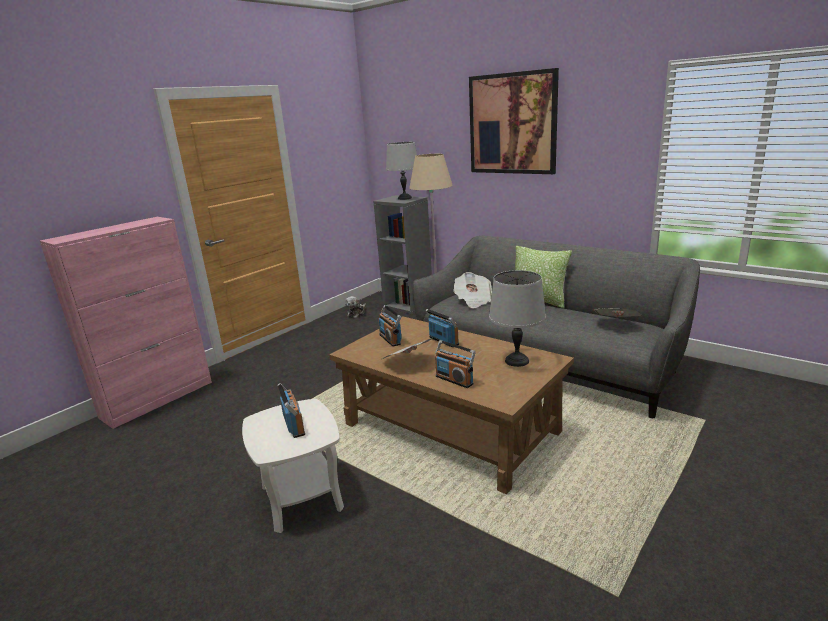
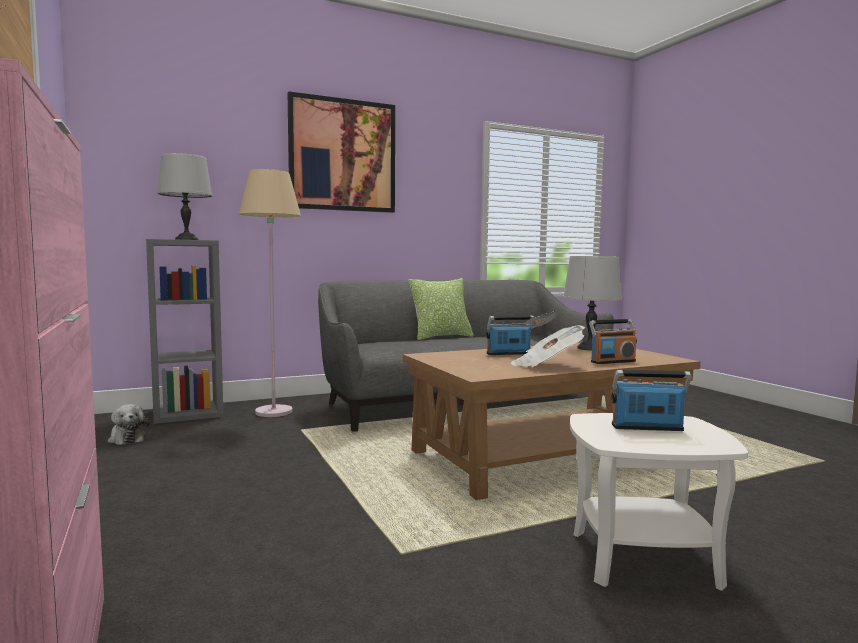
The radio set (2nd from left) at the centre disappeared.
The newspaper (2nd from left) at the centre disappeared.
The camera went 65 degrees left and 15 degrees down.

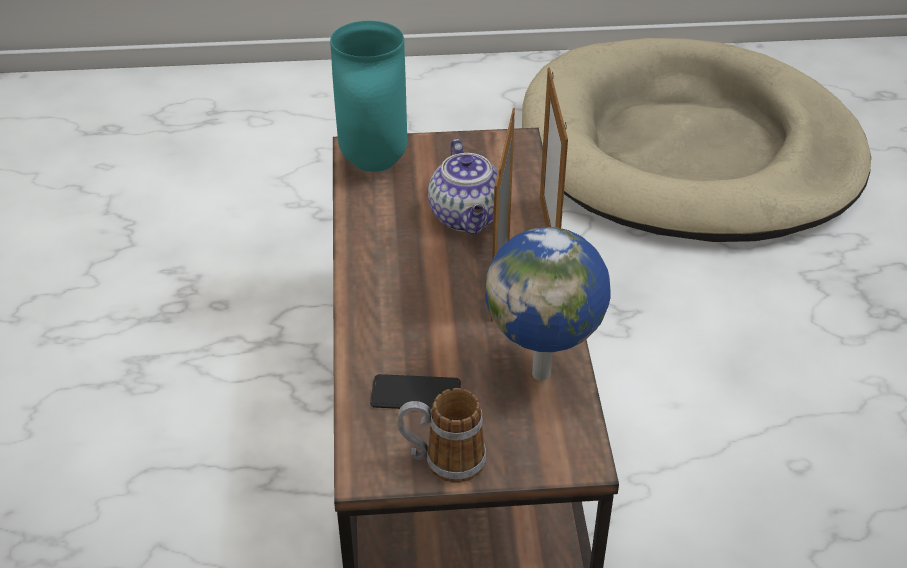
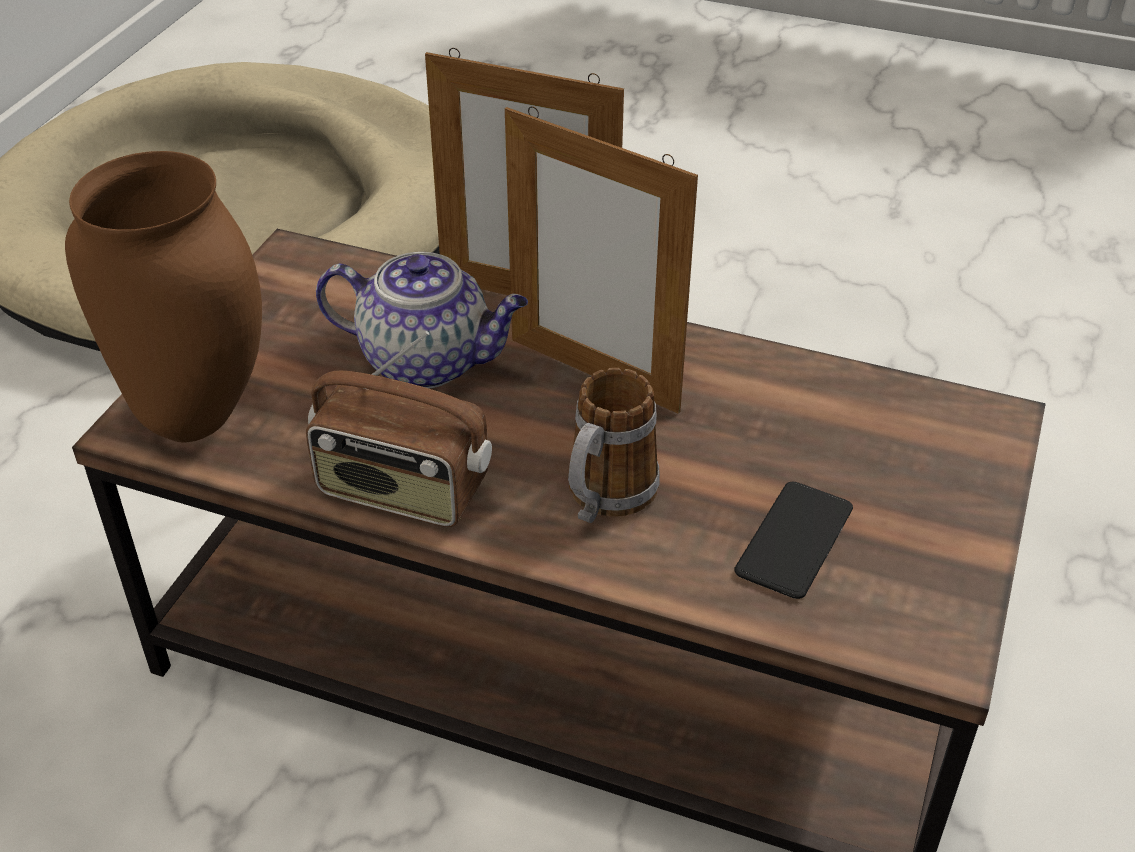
The globe at the centre disappeared.
The radio set at the centre appeared.
The coffee mug moved from the bottom centre to the centre.
The turquoise decorative vase at the top centre became the brownish decorative vase at the middle left.
The camera went 65 degrees left and 0 degrees up.

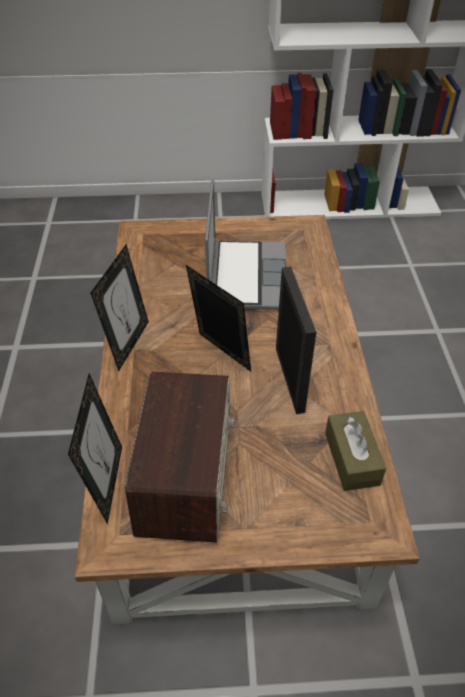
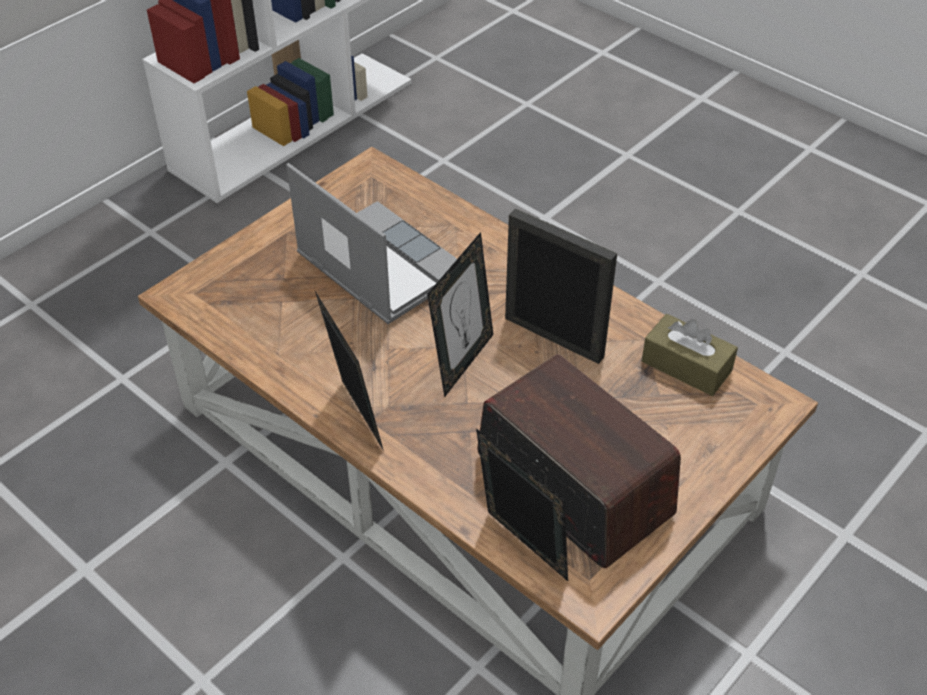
The picture frame (3rd from left in the first image) at the centre turned 120 degrees clockwise.
The camera went 45 degrees left and 0 degrees up.

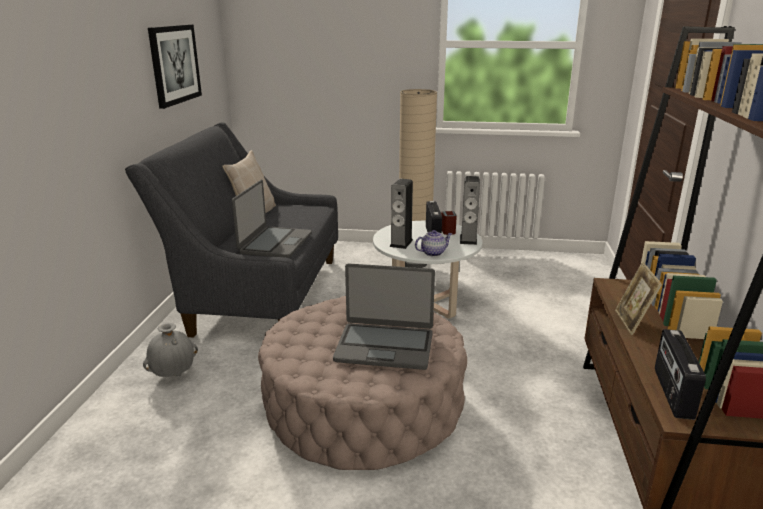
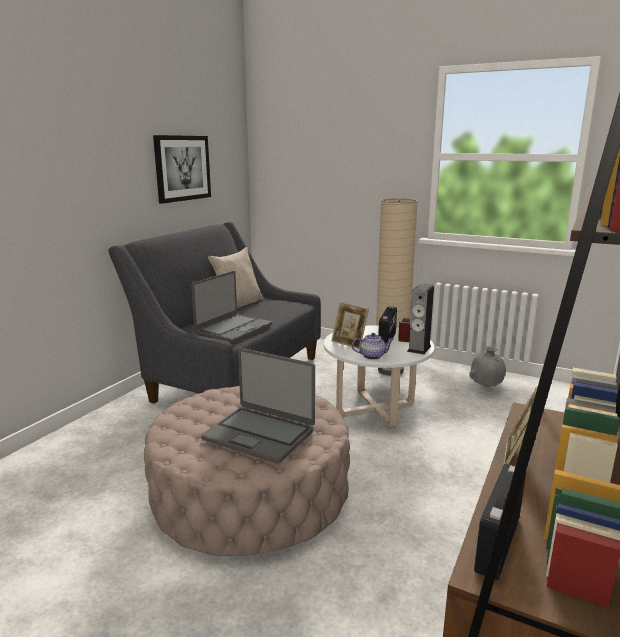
The grey decorative vase moved from the bottom left to the middle right.
The audio speaker (1st from left) at the centre was replaced by the picture frame (1st from left) at the centre.
The camera went 20 degrees right and 5 degrees down.

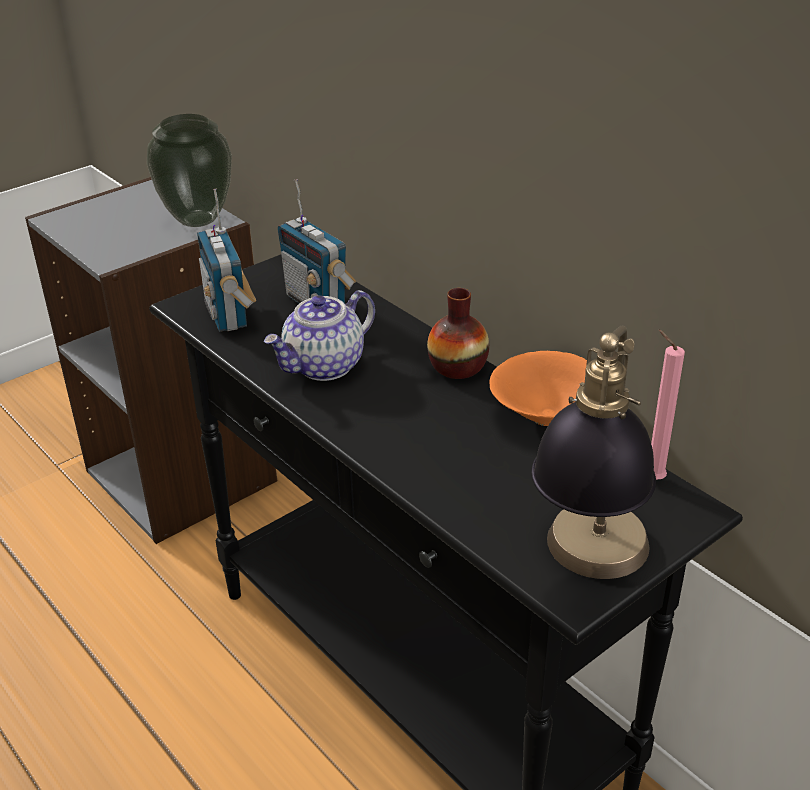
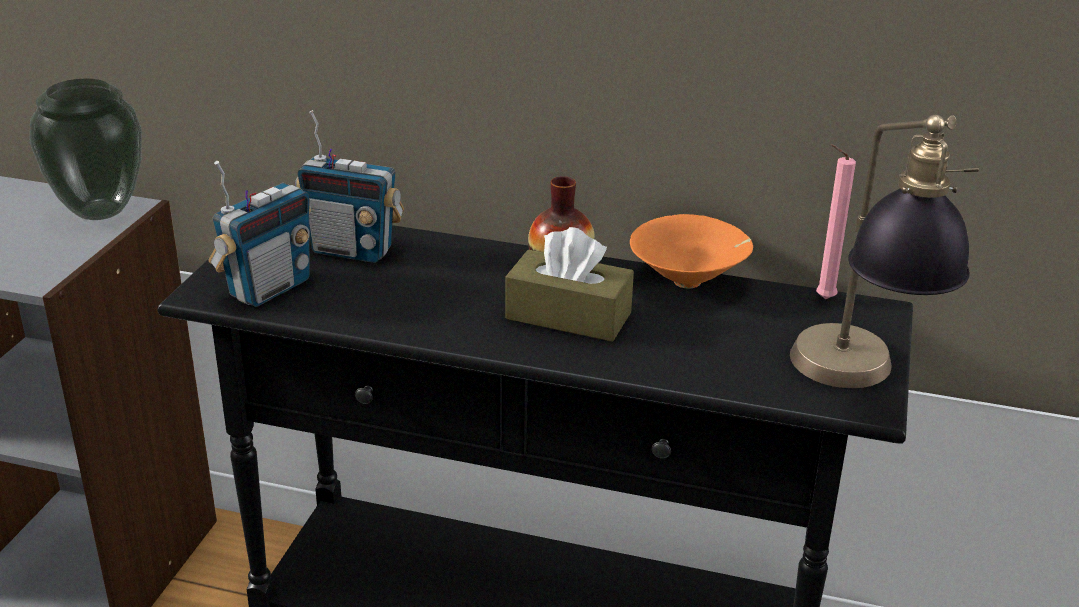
The teapot at the centre disappeared.
The brownish tissue holder at the centre appeared.
The radio set (1st from left) at the top left turned 90 degrees counterclockwise.
The camera went 35 degrees left and 5 degrees down.

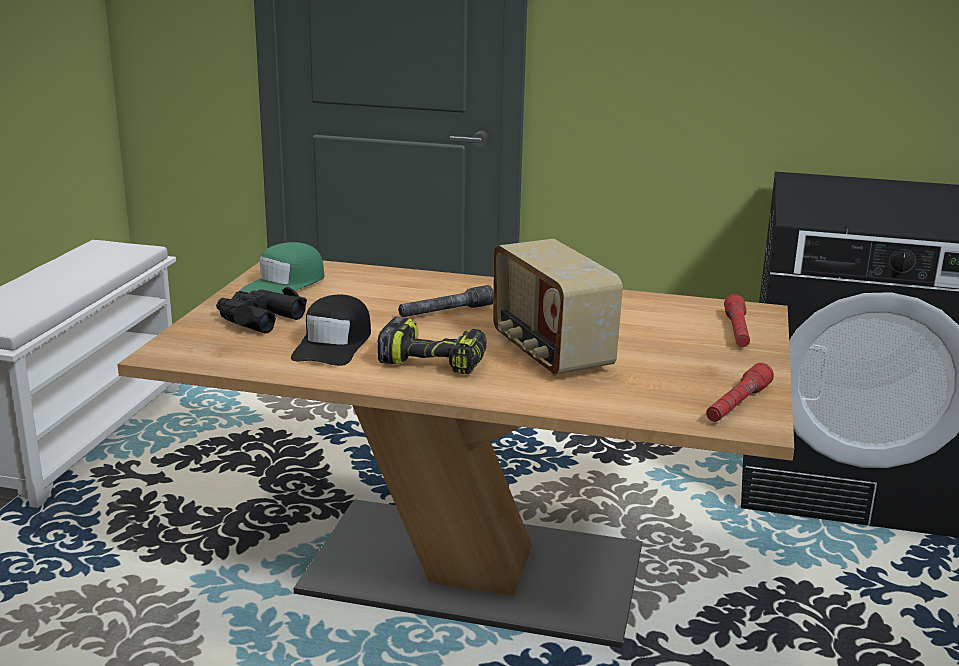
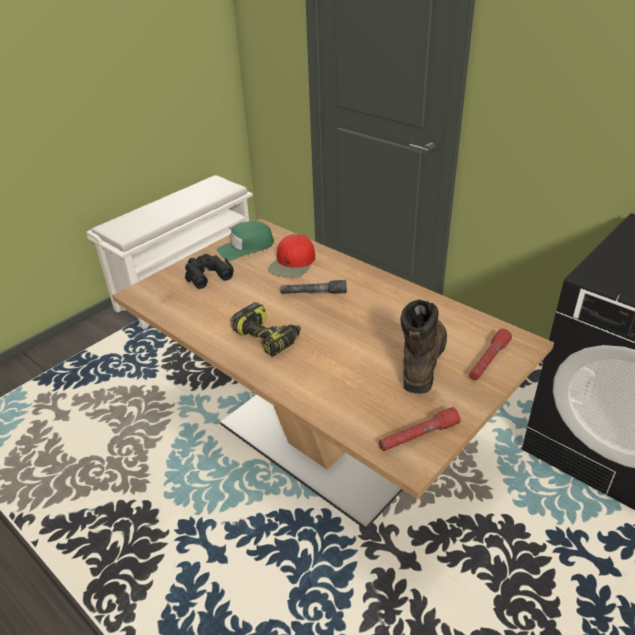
The black-coloured baseball cap at the centre disappeared.
The radio set at the centre disappeared.
The red baseball cap at the centre appeared.
The brownish boot at the centre appeared.
The camera went 30 degrees right and 15 degrees up.

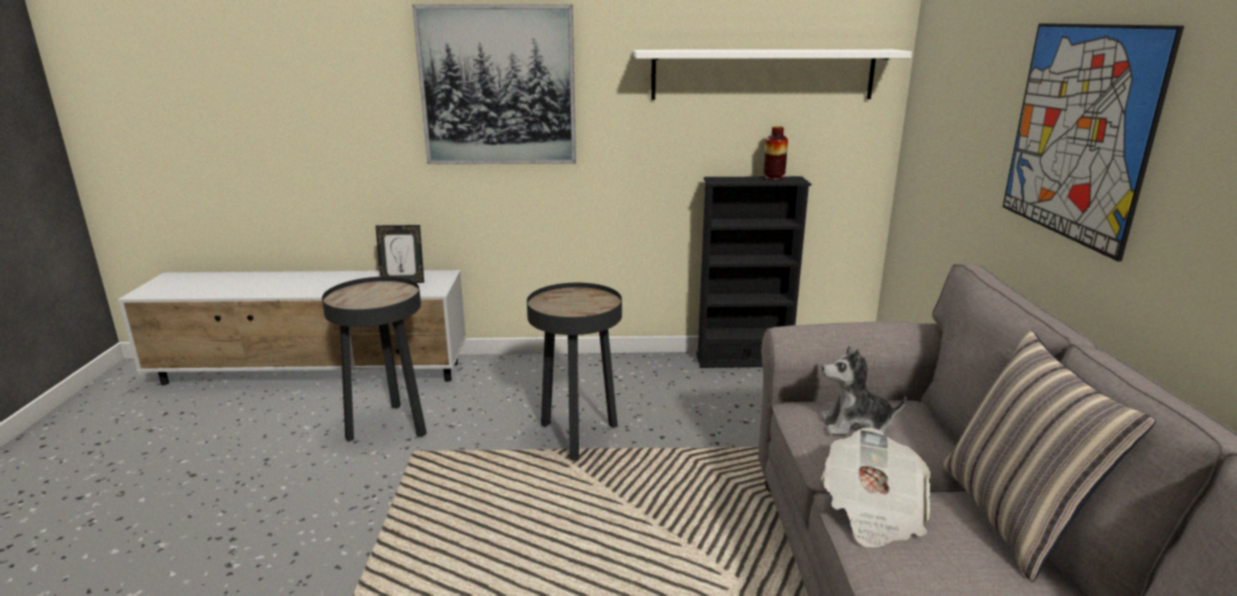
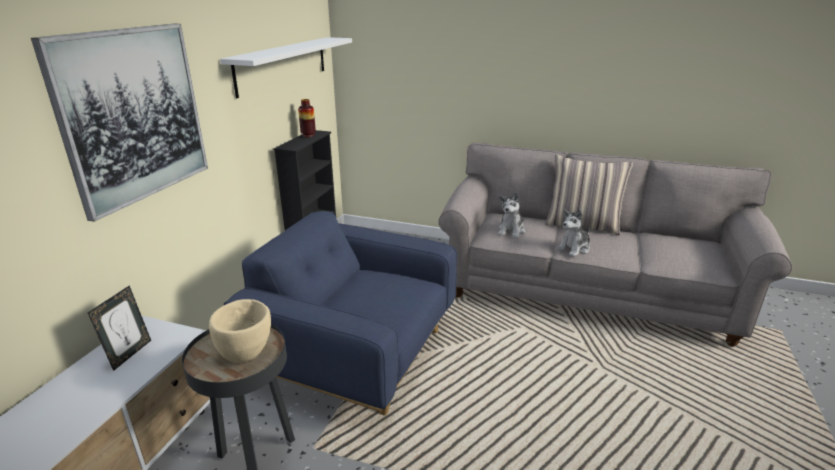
The wall art (2nd from left) at the top right disappeared.
The beige serving bowl at the bottom left appeared.
The black-coloured end table (2nd from left) at the centre was replaced by the bluish easy chair at the centre.
The newspaper at the bottom right was replaced by the plush toy (2nd from left) at the middle right.
The camera went 70 degrees left and 5 degrees up.

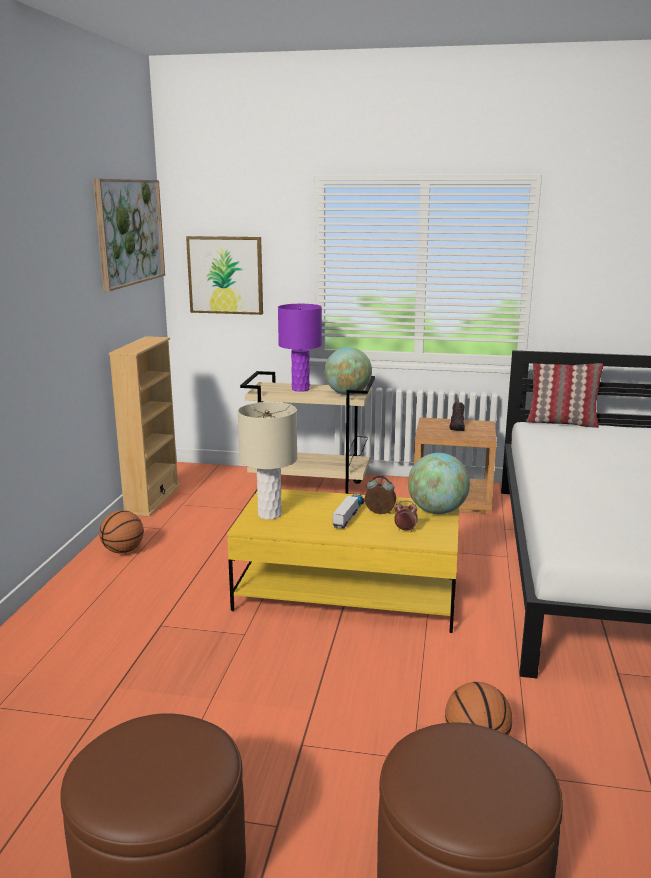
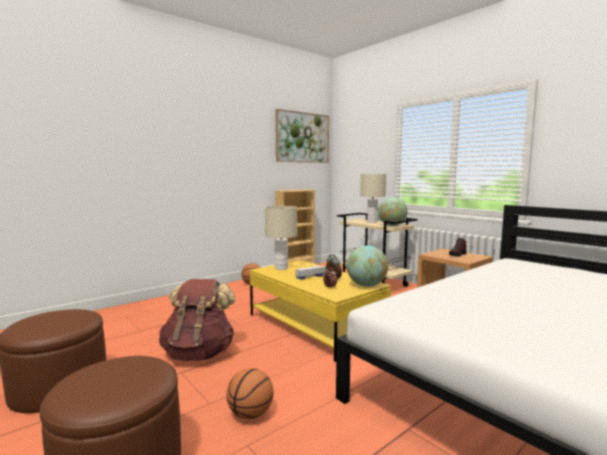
The wall art (2nd from left) at the top centre disappeared.
The pillow at the middle right disappeared.
The brownish knapsack at the bottom left appeared.
The purple table lamp at the centre became the beige table lamp (2nd from left) at the centre.
The camera went 40 degrees right and 10 degrees down.

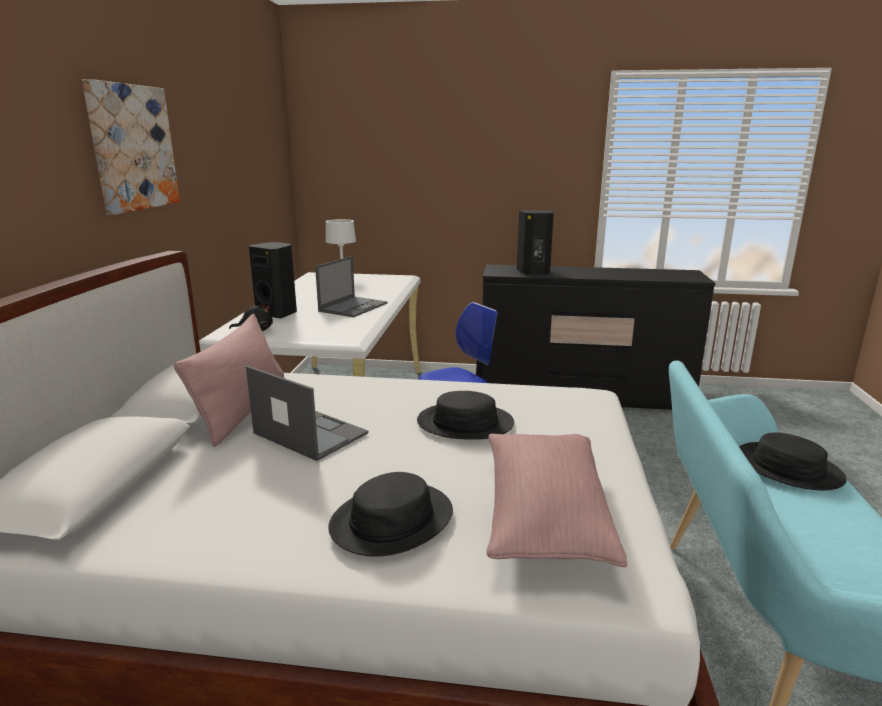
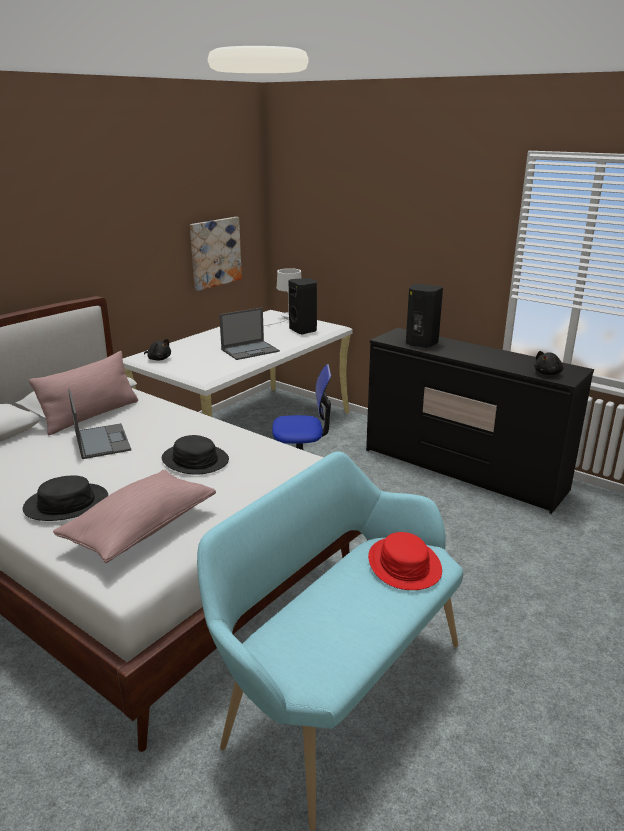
The black-coloured plush toy (2nd from left) at the middle right appeared.
The wall art moved from the top left to the top centre.
The black-coloured audio speaker (1st from left) moved from the middle left to the centre.
The black-coloured wearable hat (3rd from left) at the middle right became the red wearable hat at the bottom centre.
The camera went 30 degrees right and 5 degrees up.

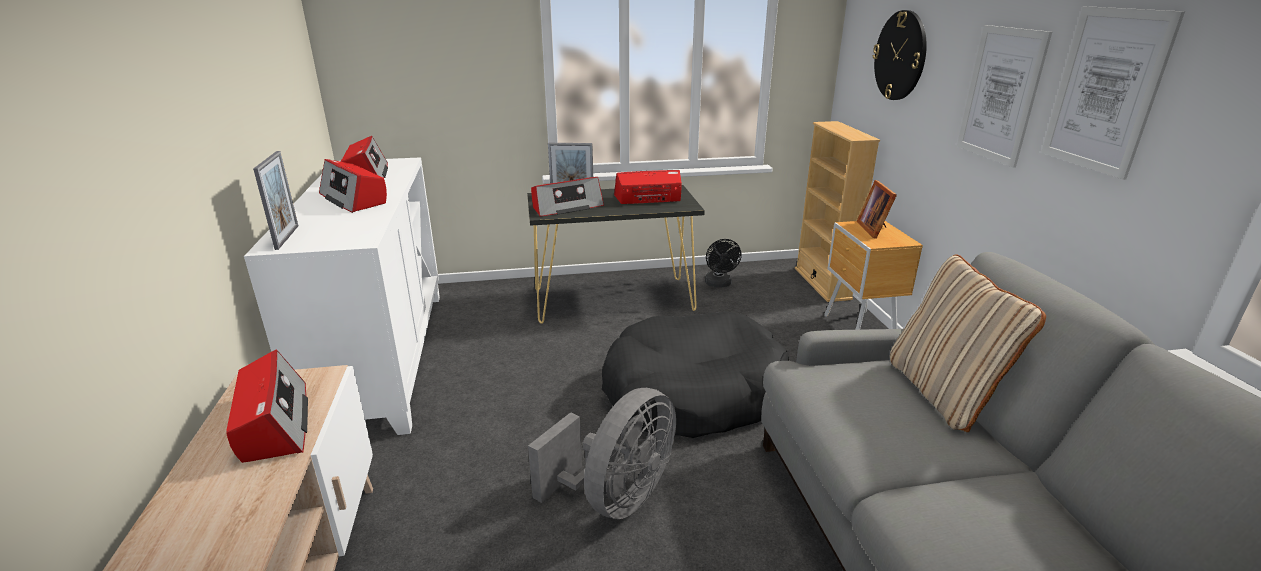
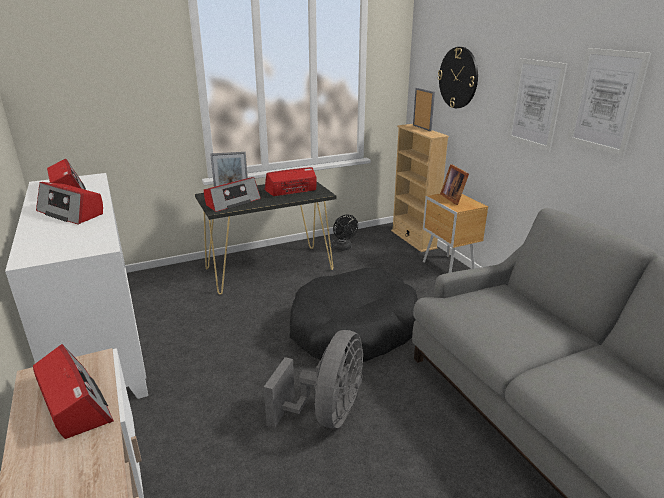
The beige pillow at the middle right disappeared.
The picture frame (1st from left in the first image) moved from the middle left to the top centre.
The camera went 15 degrees left and 0 degrees up.

